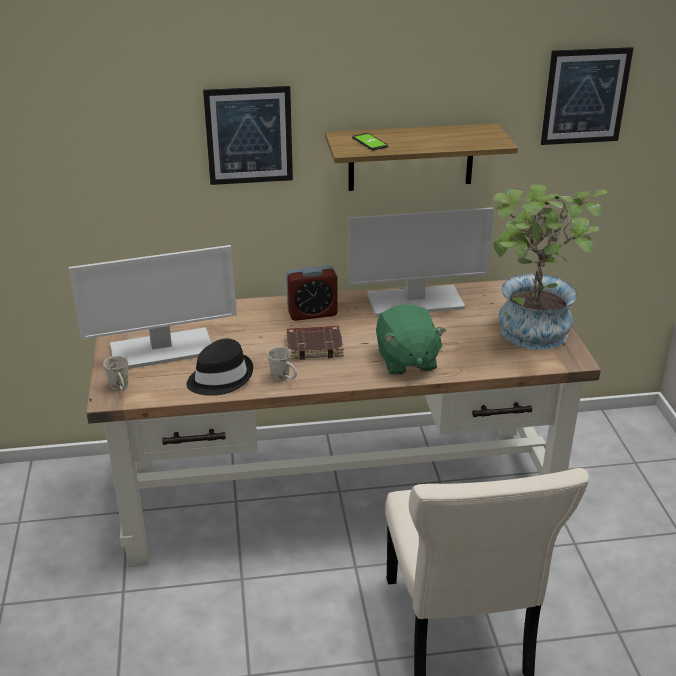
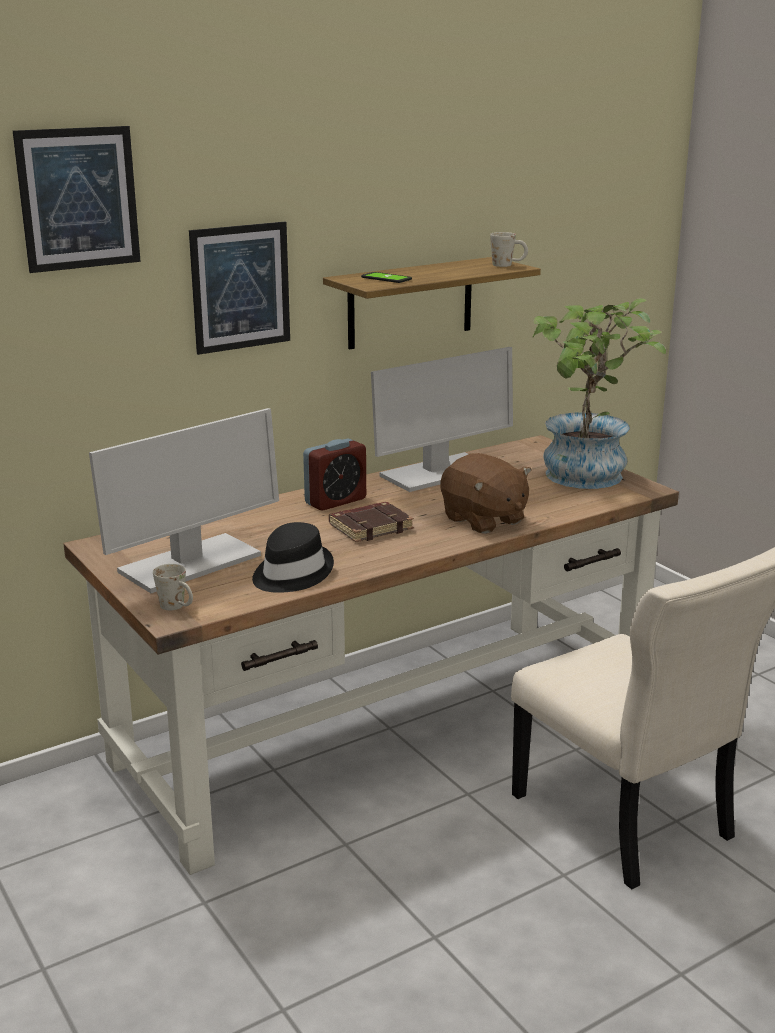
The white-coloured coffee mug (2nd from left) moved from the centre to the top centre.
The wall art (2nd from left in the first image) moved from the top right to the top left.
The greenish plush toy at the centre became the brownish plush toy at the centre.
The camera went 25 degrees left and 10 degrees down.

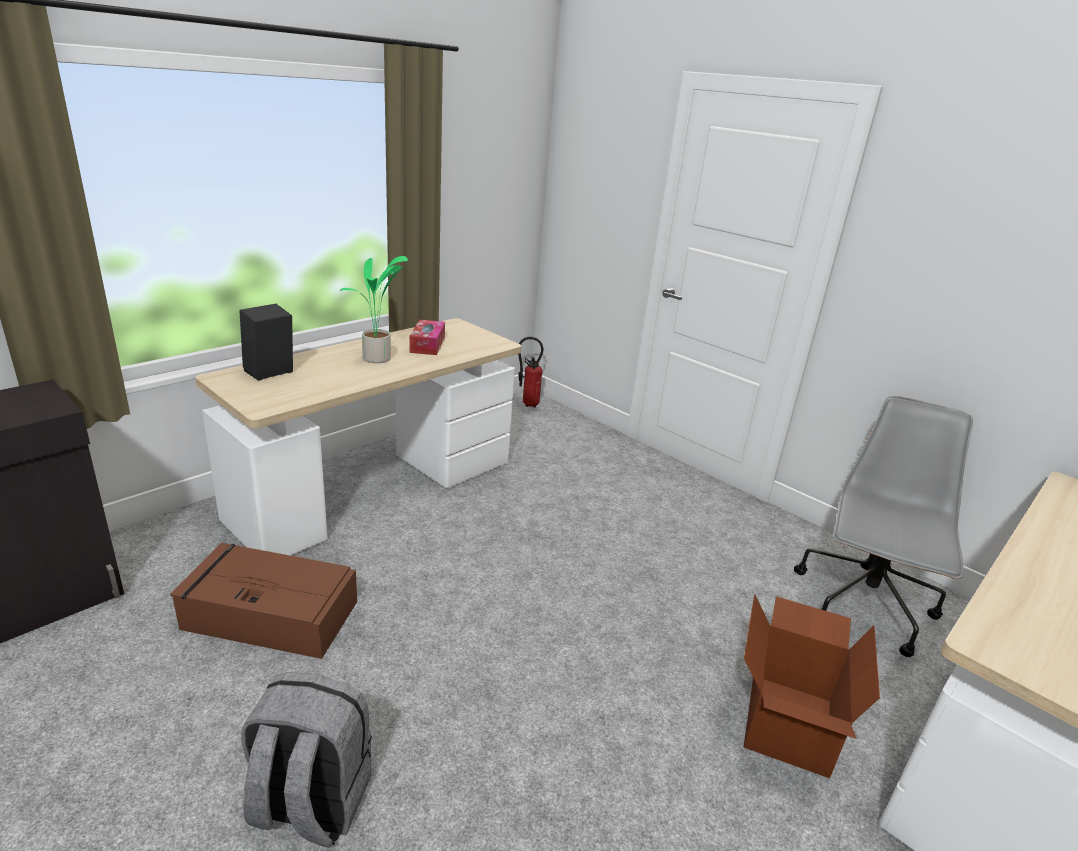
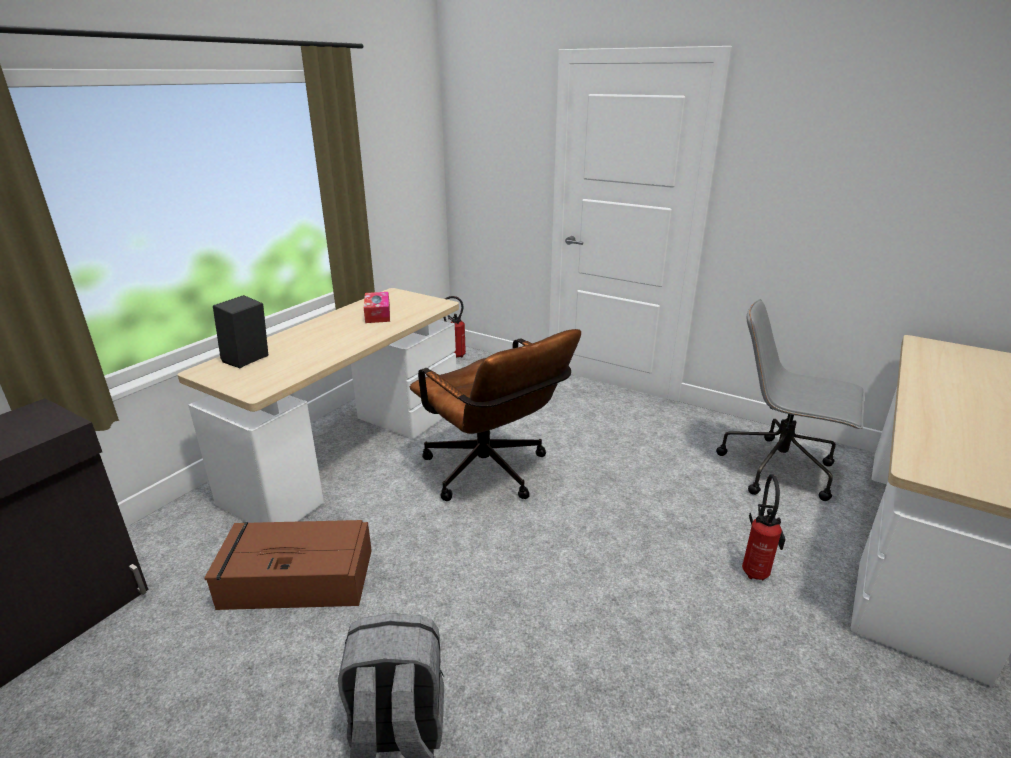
The houseplant at the centre disappeared.
The brownish computer chair at the centre appeared.
The cardboard box at the bottom right was replaced by the fire extinguisher (2nd from left) at the bottom right.
The grey computer chair at the middle right turned 75 degrees counterclockwise.
The camera went 10 degrees left and 0 degrees up.

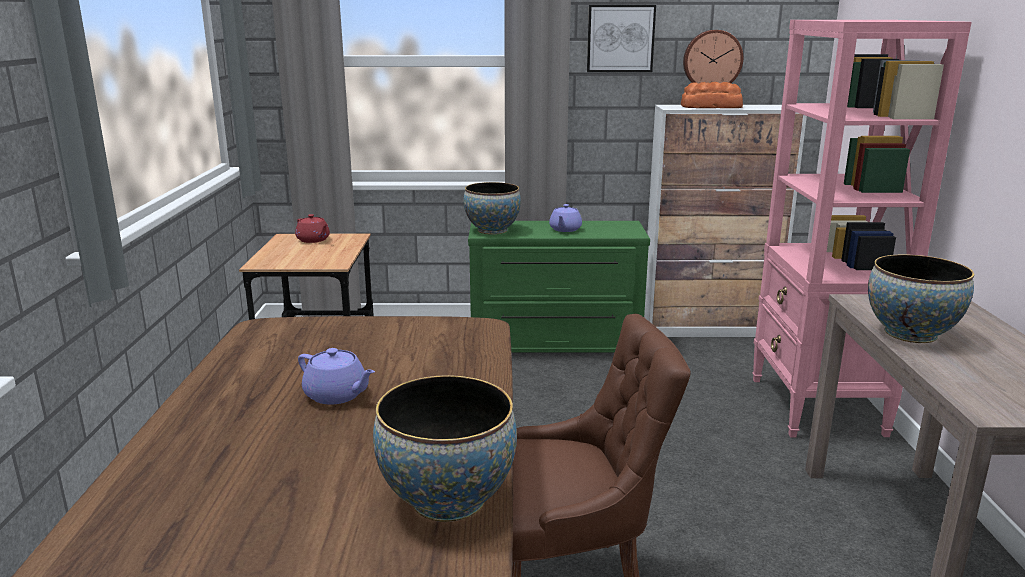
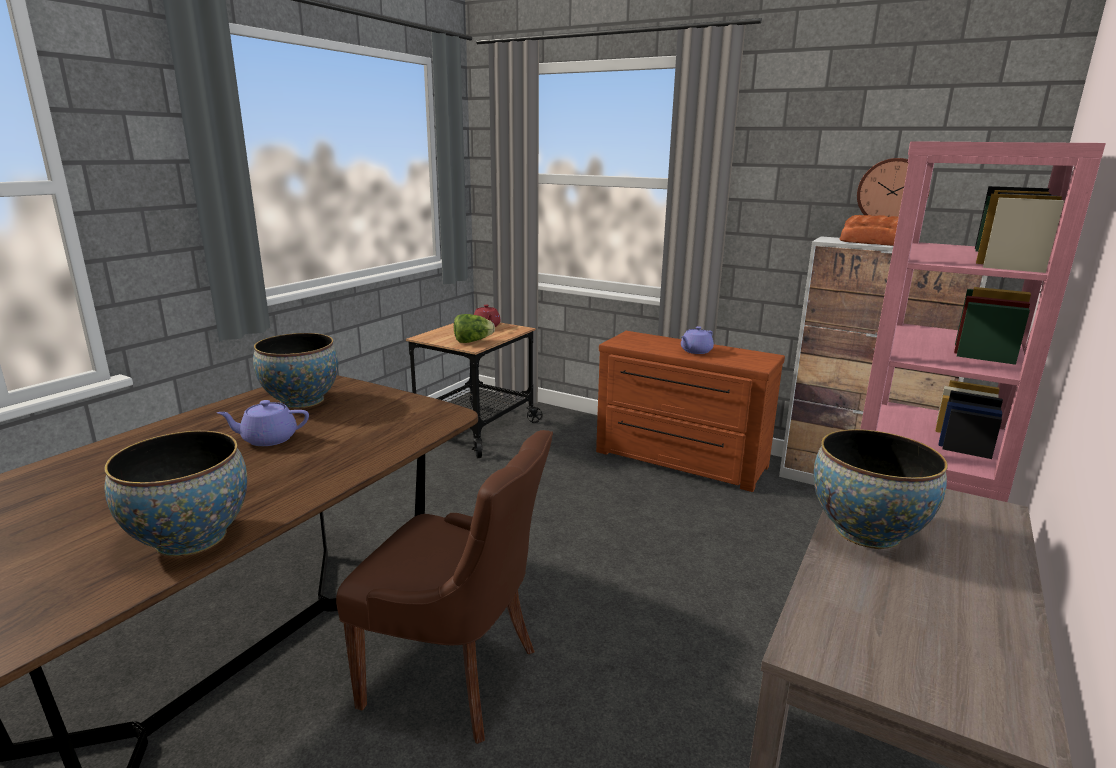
The wall art at the top centre disappeared.
The lettuce head at the centre appeared.
The serving bowl (2nd from left) moved from the centre to the middle left.
The greenish chest of drawers at the centre became the brownish chest of drawers at the centre.
The purple teapot (1st from left) at the middle left turned 105 degrees clockwise.
The camera went 30 degrees right and 0 degrees up.

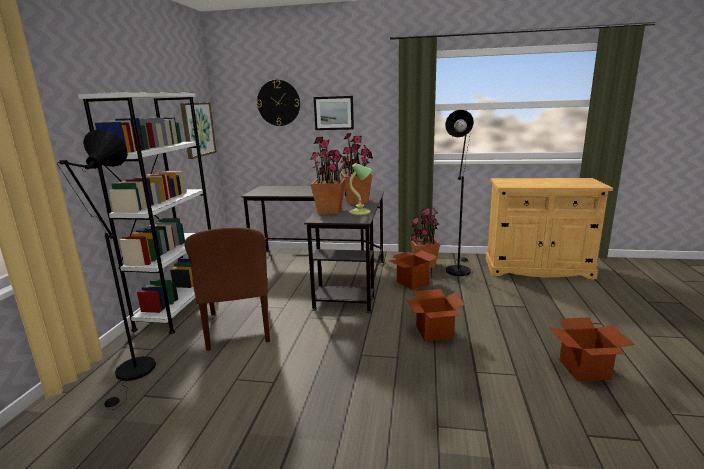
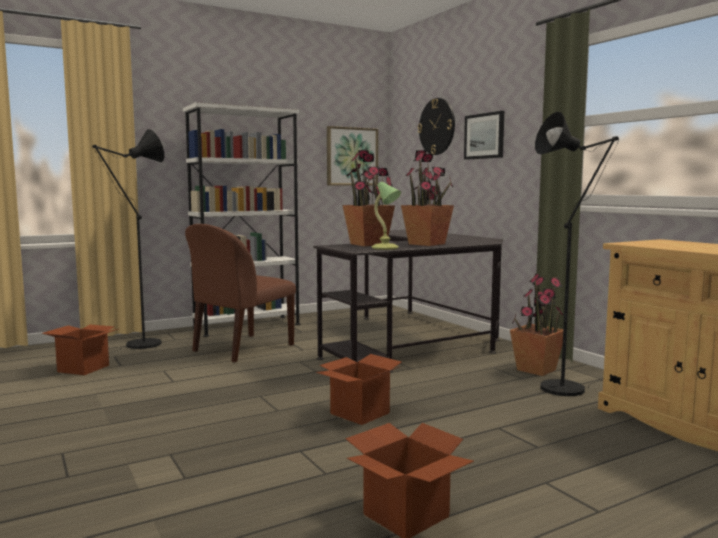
The cardboard box (1st from left) moved from the centre to the middle left.
The camera went 50 degrees right and 10 degrees down.

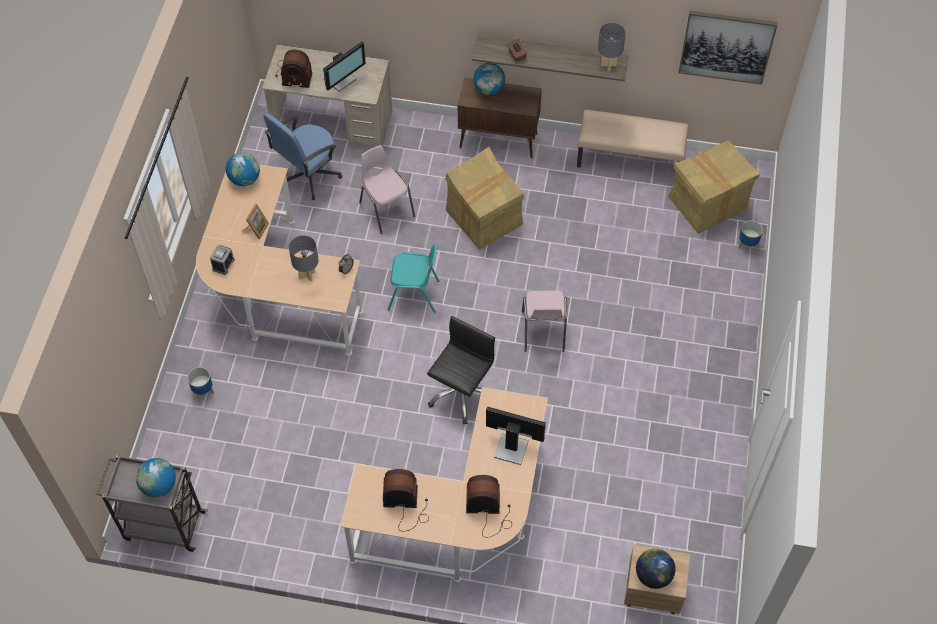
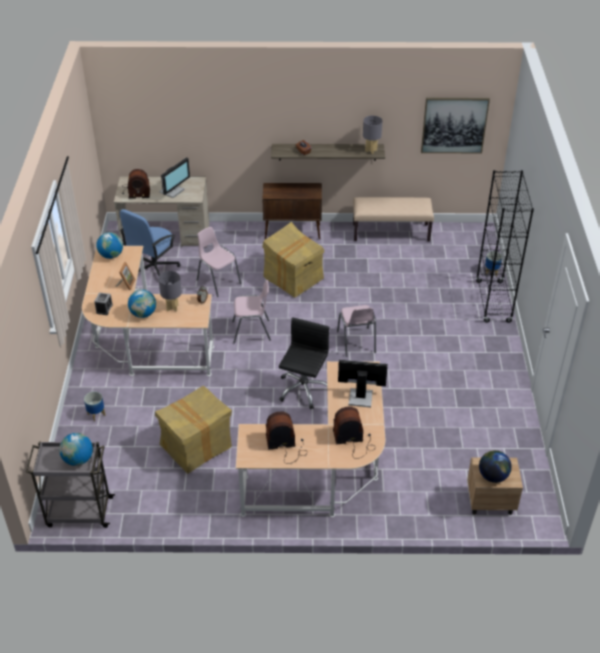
The black-coloured shelving unit at the middle right appeared.
The globe (3rd from left) moved from the top centre to the middle left.
The cardboard box (2nd from left in the first image) moved from the top right to the middle left.
The turquoise chair at the centre became the pink chair (2nd from left) at the centre.
The camera went 10 degrees left and 15 degrees down.

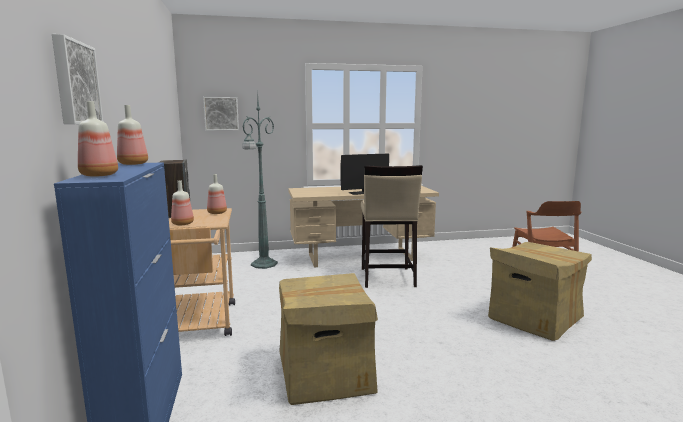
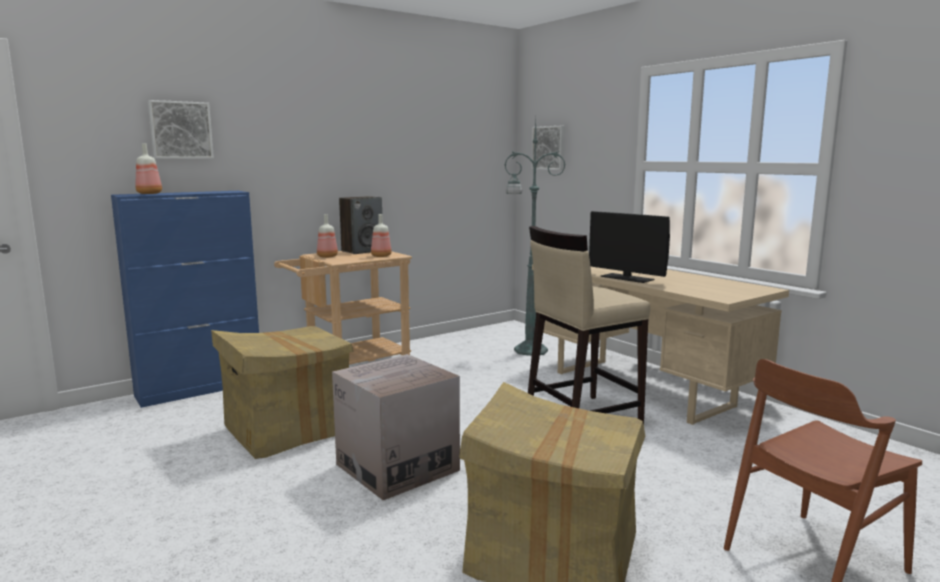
The beverage bottle (2nd from left) at the top left disappeared.
The cardboard box (2nd from left) at the bottom centre appeared.
The camera went 65 degrees right and 0 degrees up.

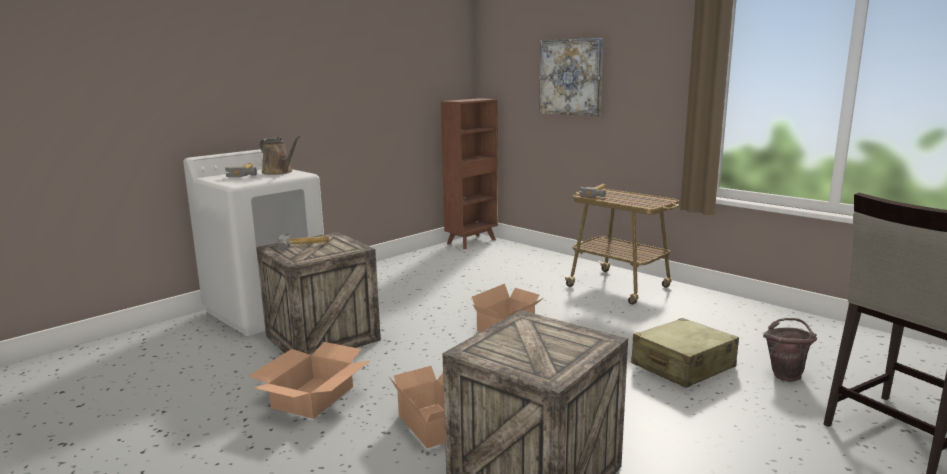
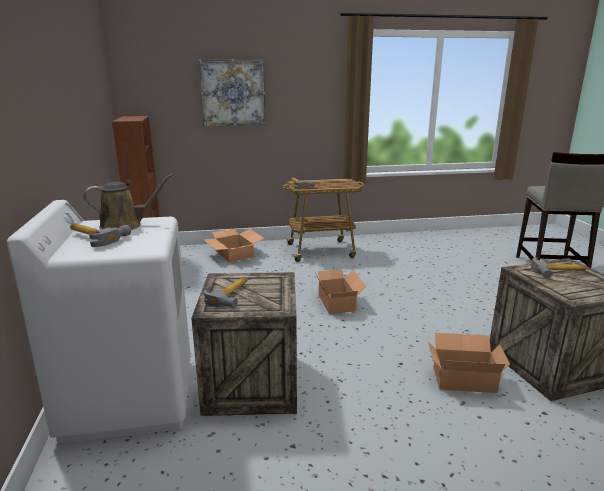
The beige travel case at the bottom right disappeared.
The brownish water bucket at the bottom right disappeared.
The tool hammer (4th from left) at the middle right appeared.
The cardboard box (1st from left) moved from the bottom left to the centre.
The camera went 55 degrees left and 5 degrees up.

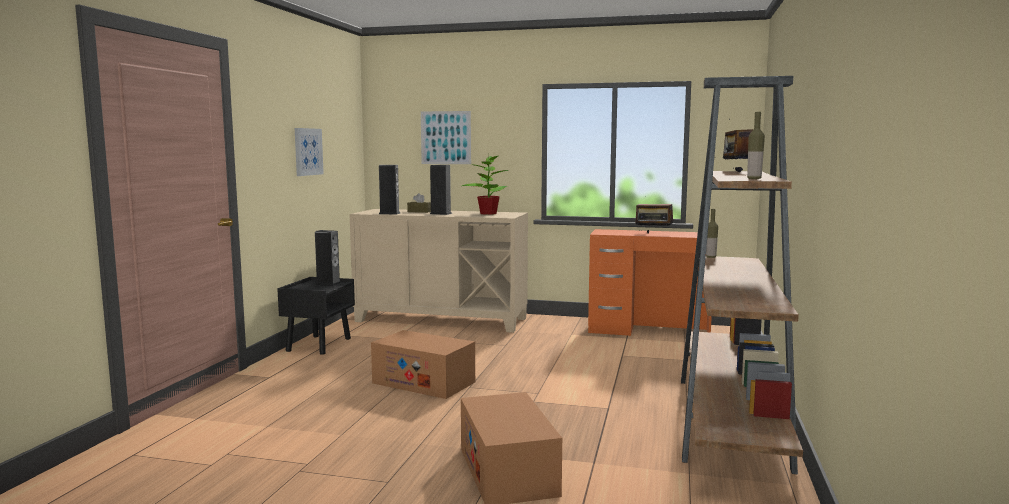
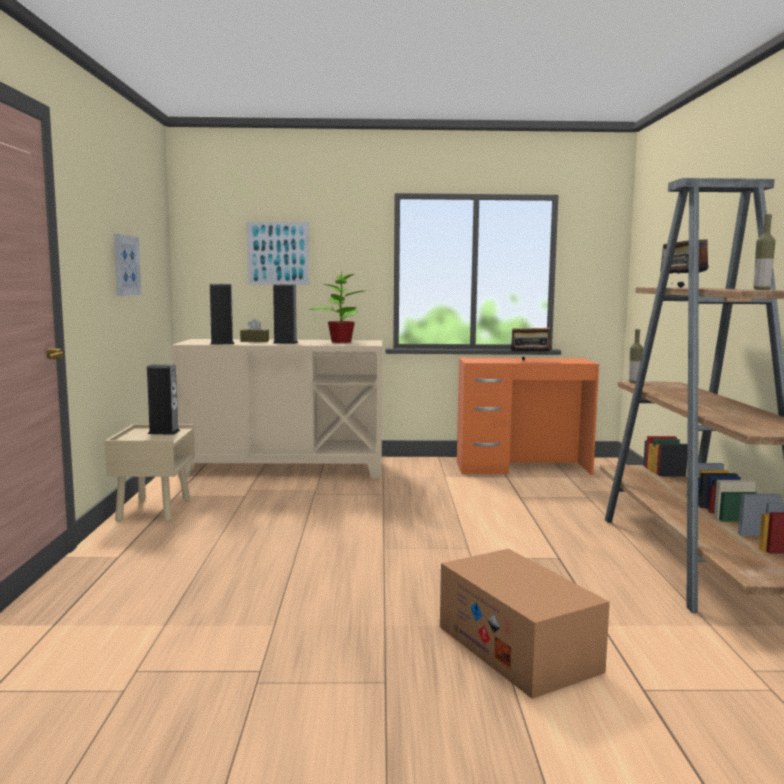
The cardboard box (1st from left) at the bottom centre disappeared.
The black-coloured bedside table at the middle left became the beige bedside table at the middle left.
The camera went 15 degrees left and 0 degrees up.

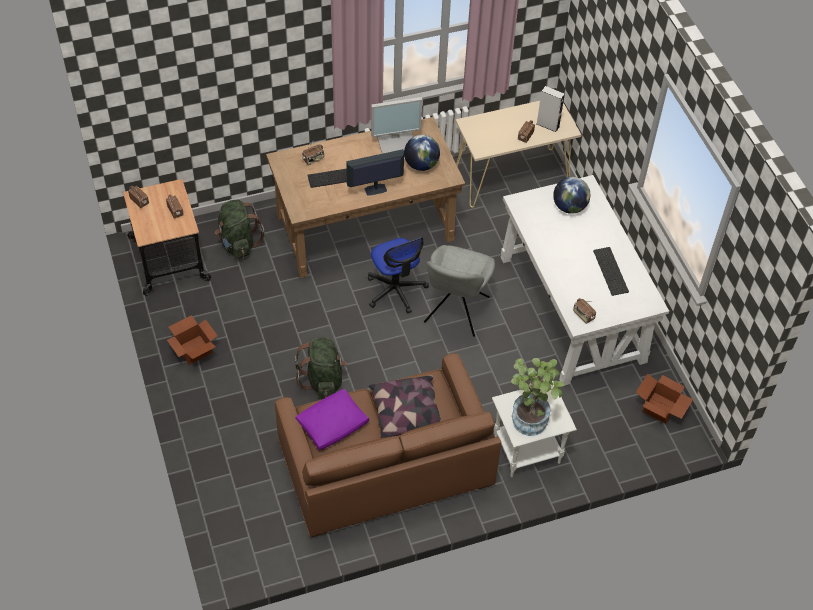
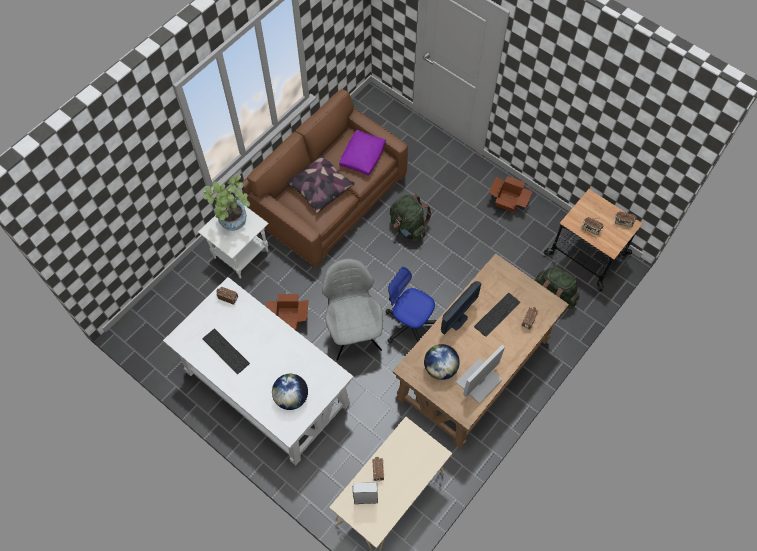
The cardboard box (2nd from left in the first image) moved from the middle right to the centre.
The camera went 150 degrees right and 10 degrees up.

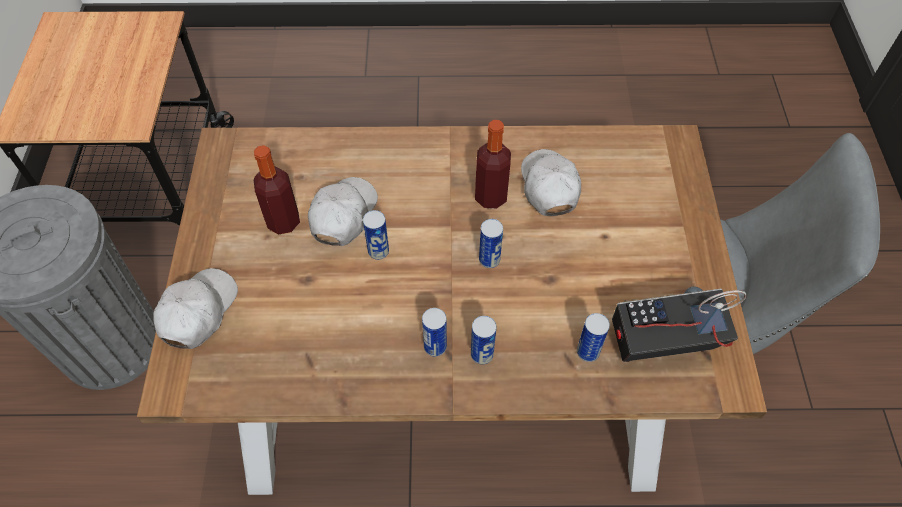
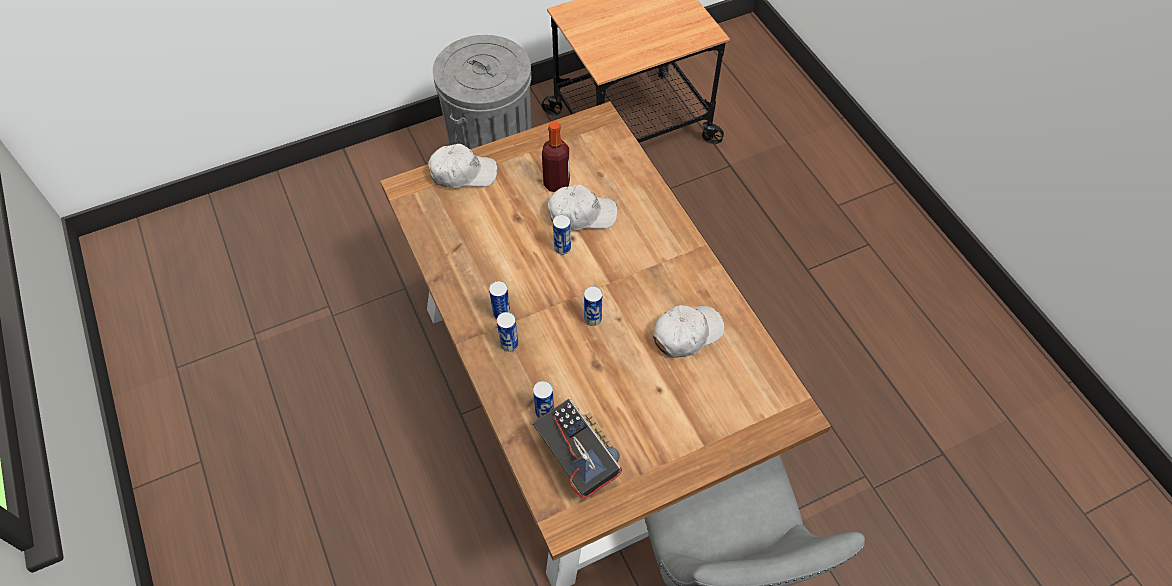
The beverage bottle (2nd from left) at the top centre disappeared.
The camera went 65 degrees right and 0 degrees up.

